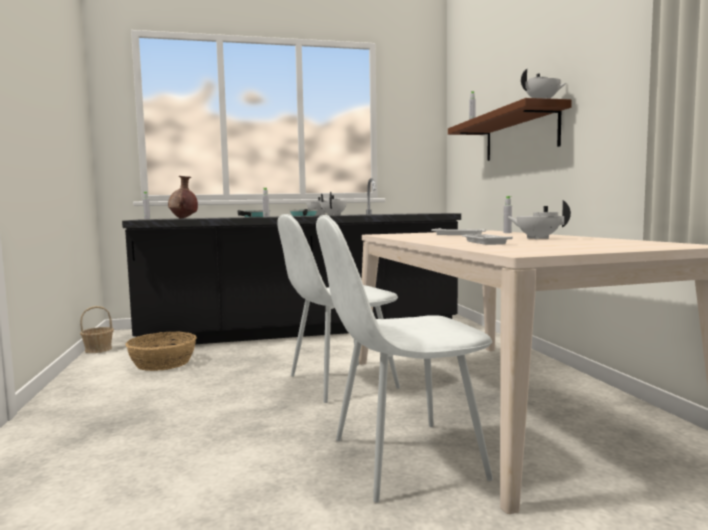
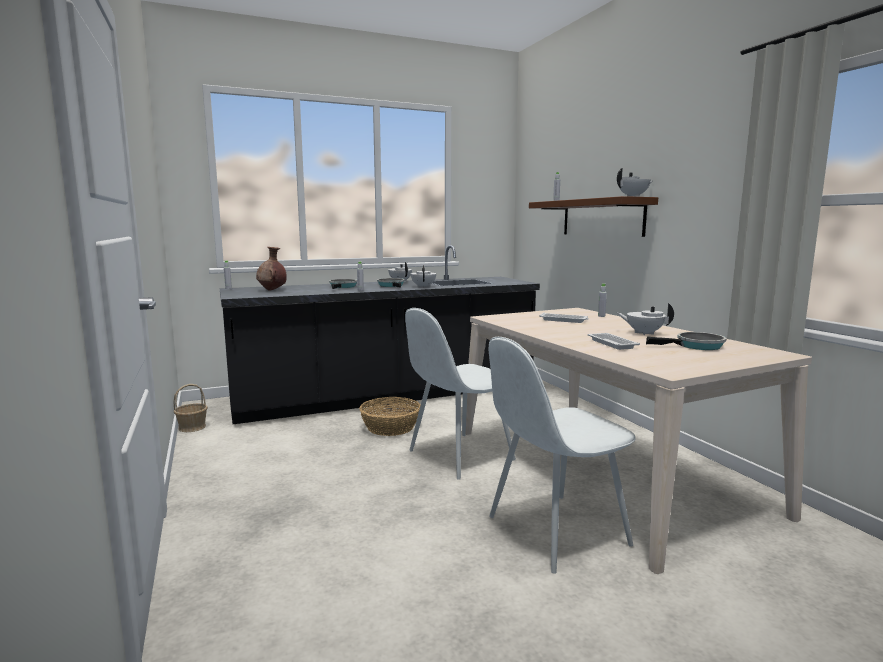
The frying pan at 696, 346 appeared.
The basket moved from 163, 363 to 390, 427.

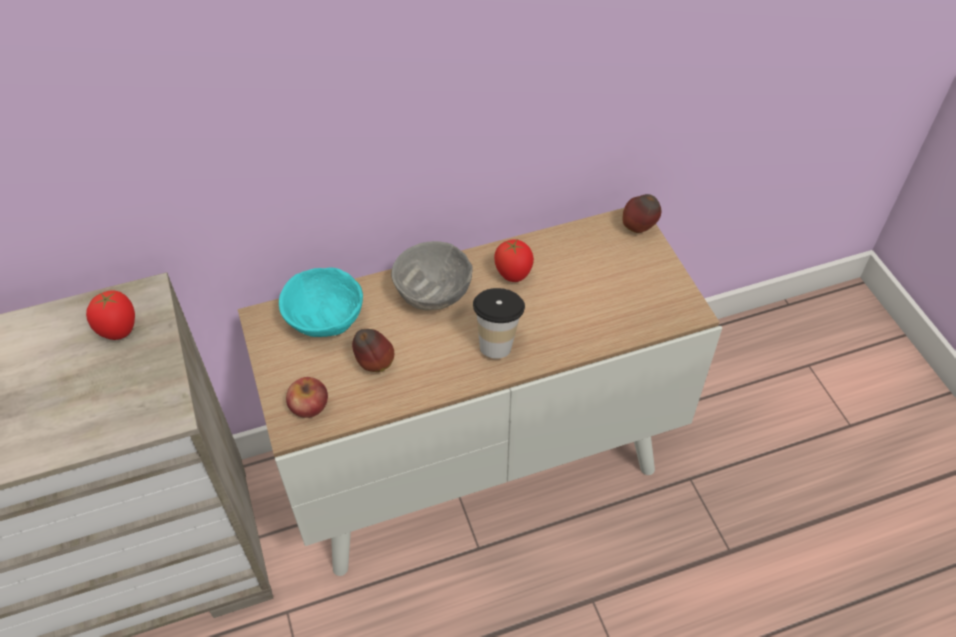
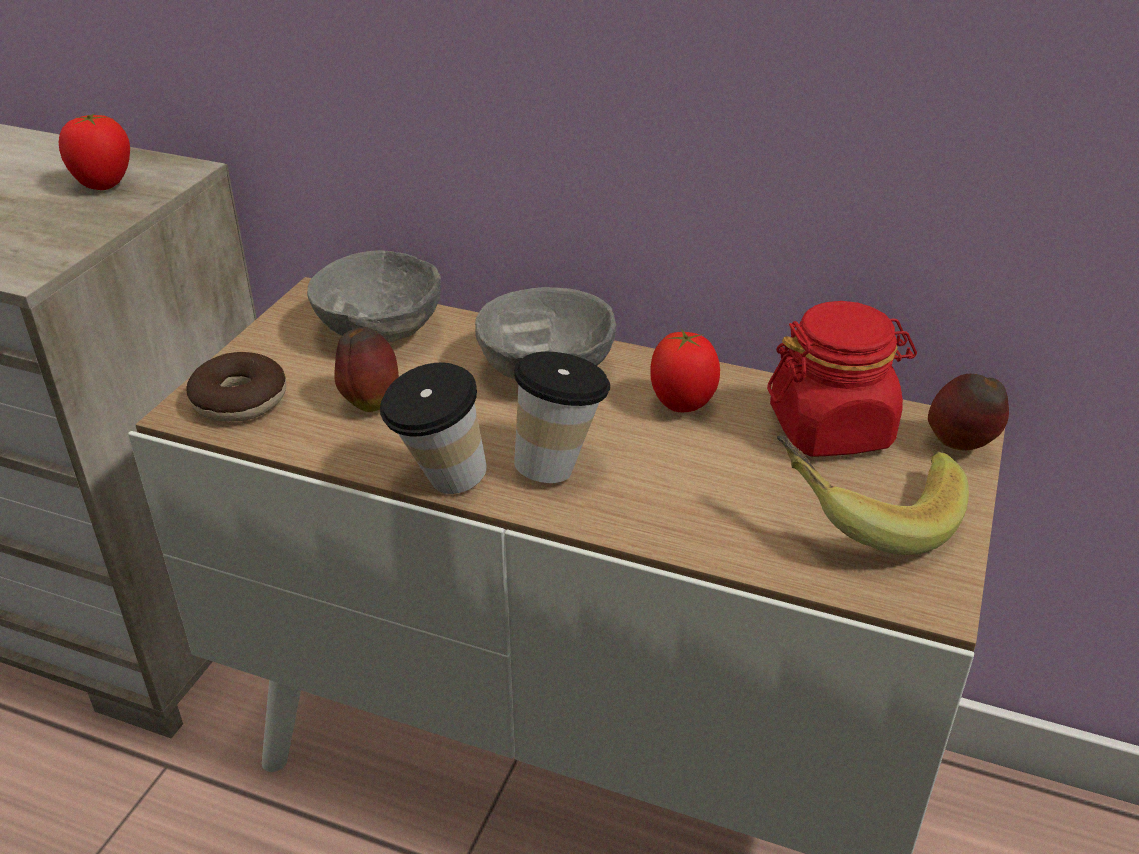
The cup at 439, 483 appeared.
The jar in red at 831, 428 appeared.
The banana at 865, 513 appeared.
The apple at 309, 405 was replaced by the donut at 239, 400.
The bowl in turquoise at 325, 318 became the bowl in grey at 380, 330.

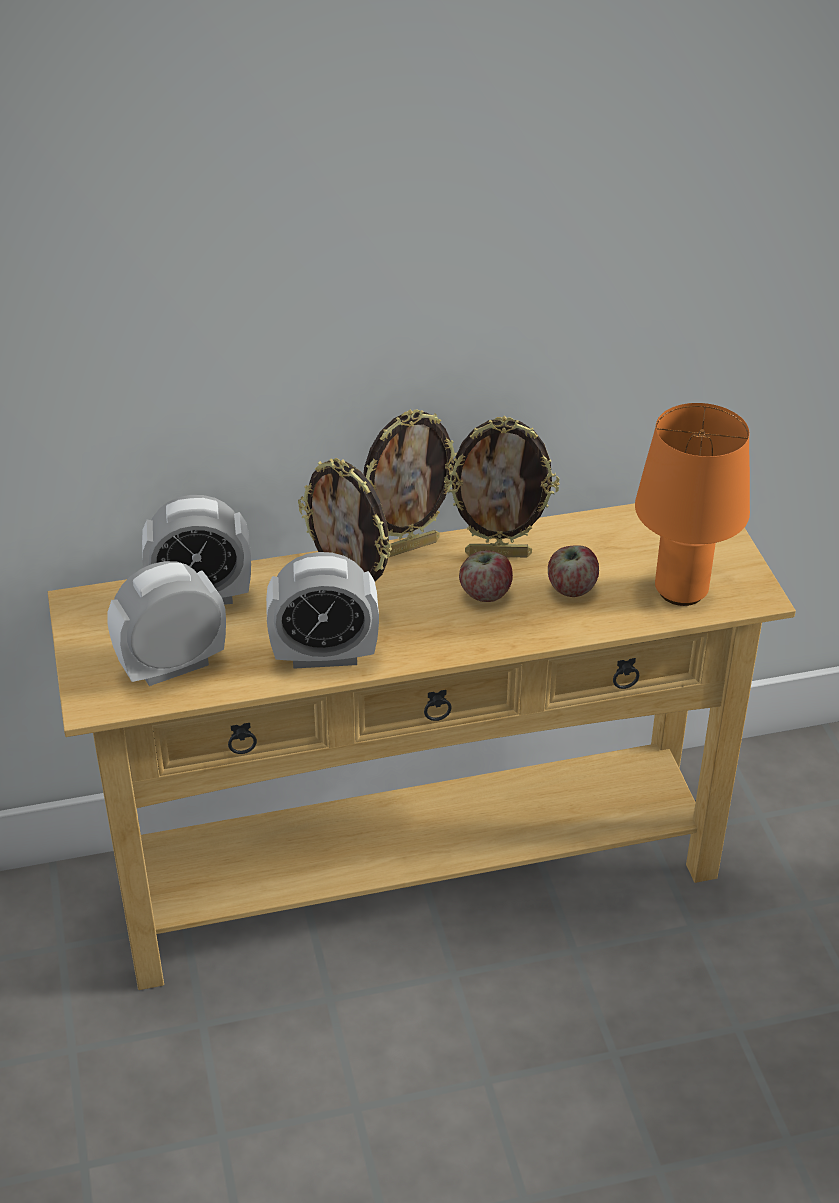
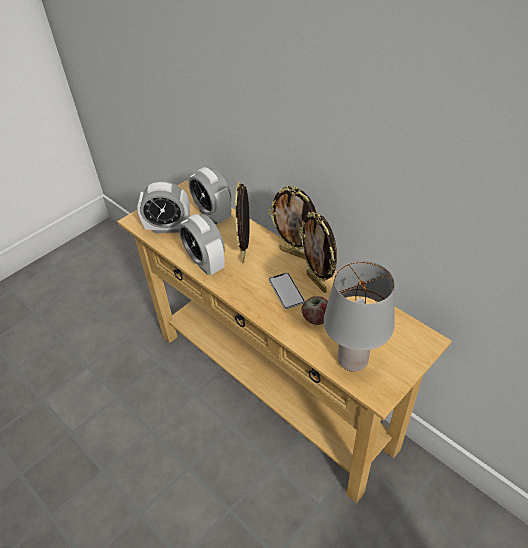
The apple at 485, 593 was replaced by the phone at 286, 291.
The table lamp in orange at 679, 591 became the table lamp in grey at 352, 359.
The alarm clock at 173, 666 turned 150 degrees clockwise.

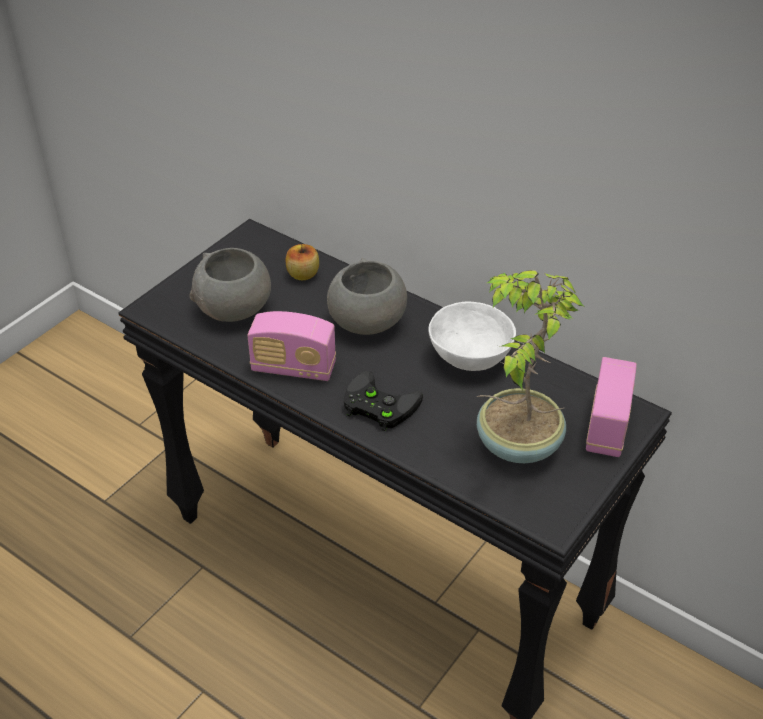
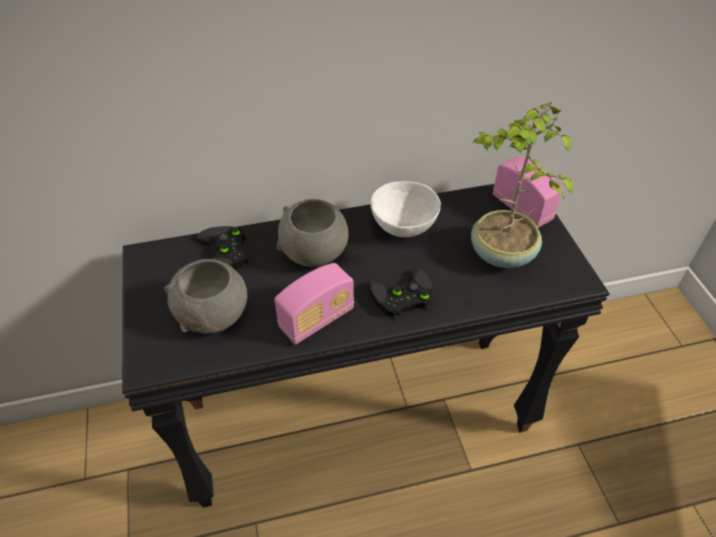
The apple at 303, 274 was replaced by the game controller in black at 225, 254.

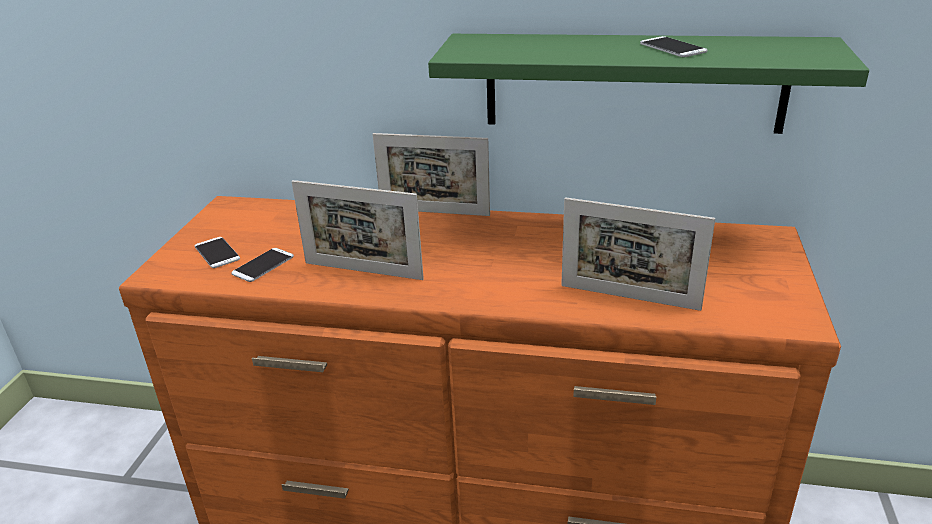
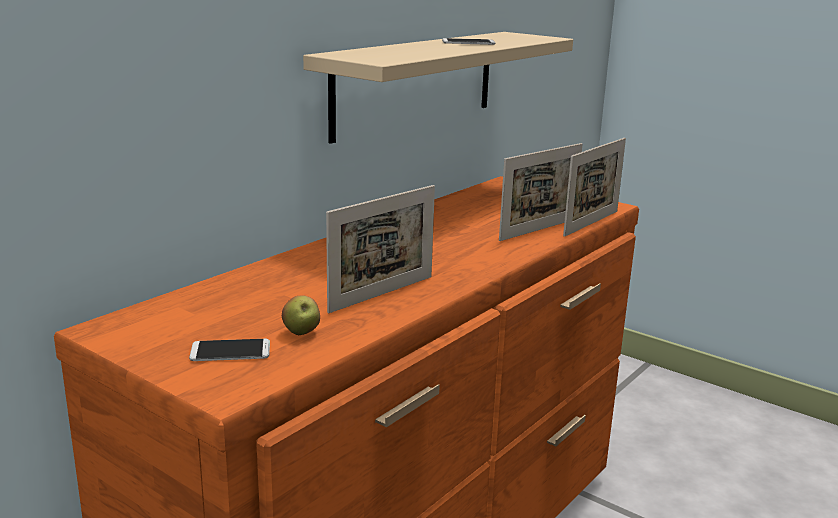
The picture frame moved from 434, 212 to 591, 223.
The phone at 263, 265 was replaced by the apple at 301, 332.
The shelf in green at 633, 82 became the shelf in beige at 416, 83.

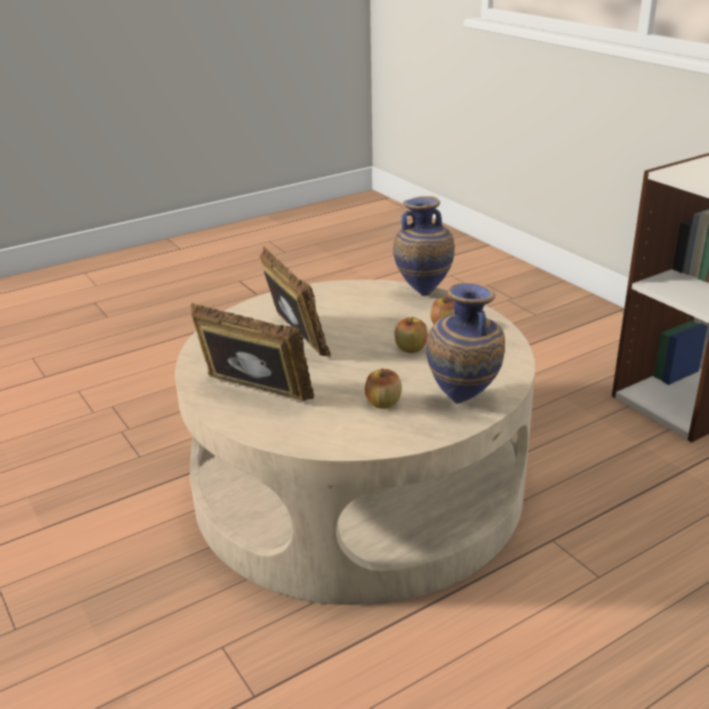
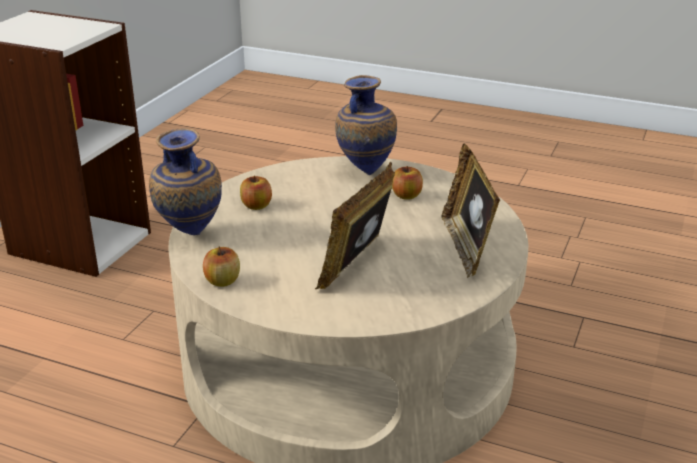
The apple moved from 410, 348 to 222, 281.

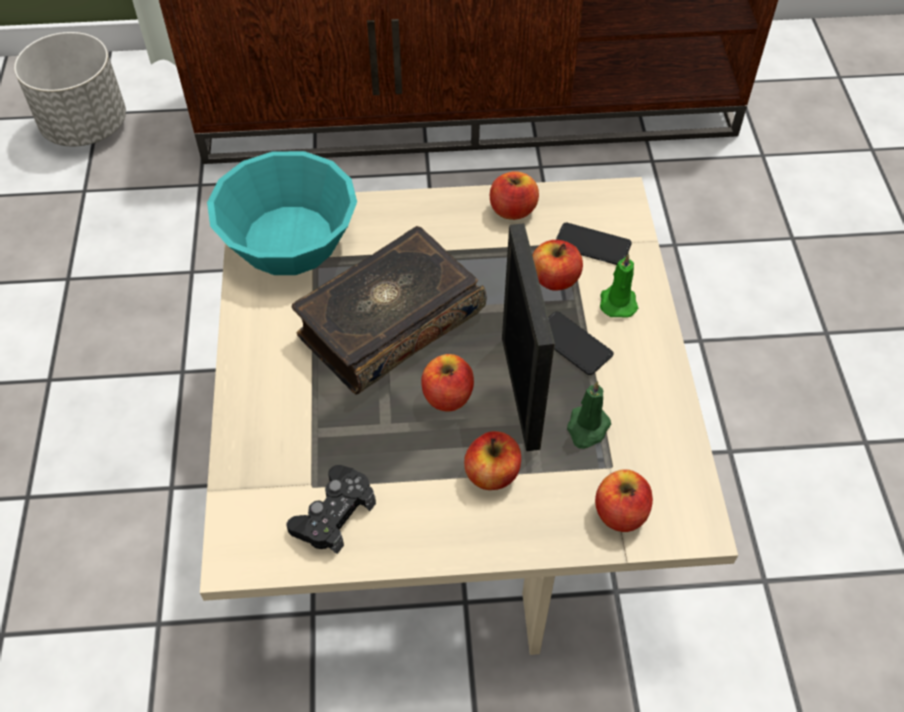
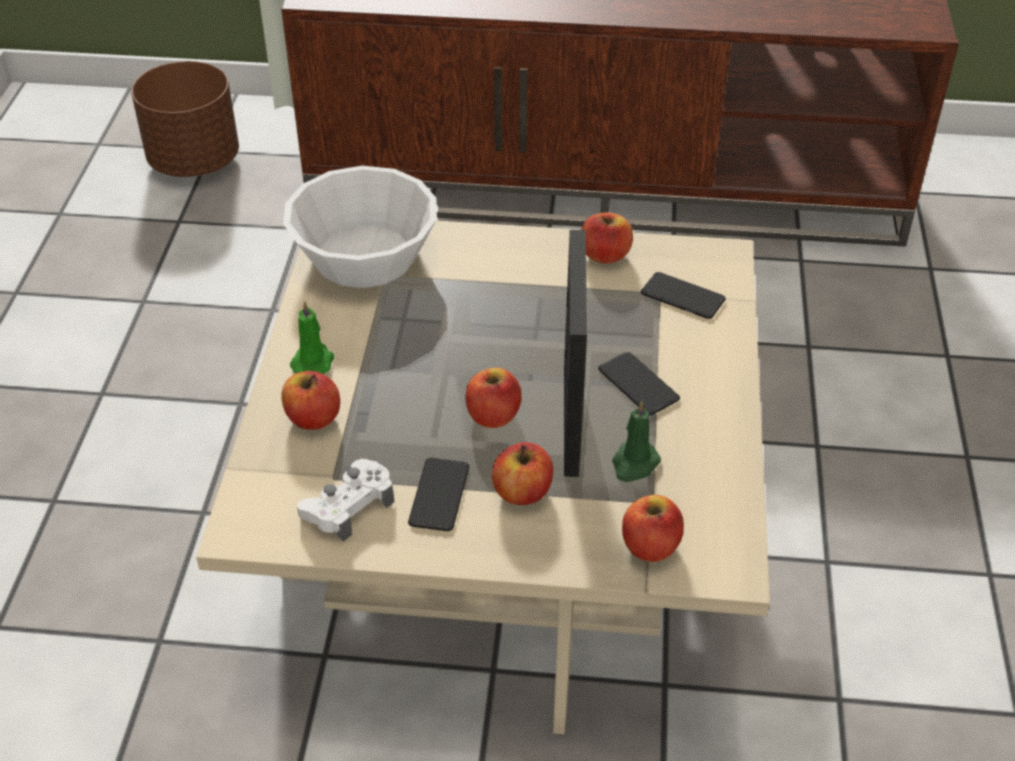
The book at 389, 322 disappeared.
The phone at 439, 495 appeared.
The apple moved from 554, 279 to 313, 418.
The candle in green moved from 617, 301 to 313, 361.
The planter in grey at 85, 126 became the planter in brown at 194, 161.
The bowl in turquoise at 289, 240 became the bowl in white at 364, 256.
The game controller in black at 333, 514 became the game controller in white at 348, 506.

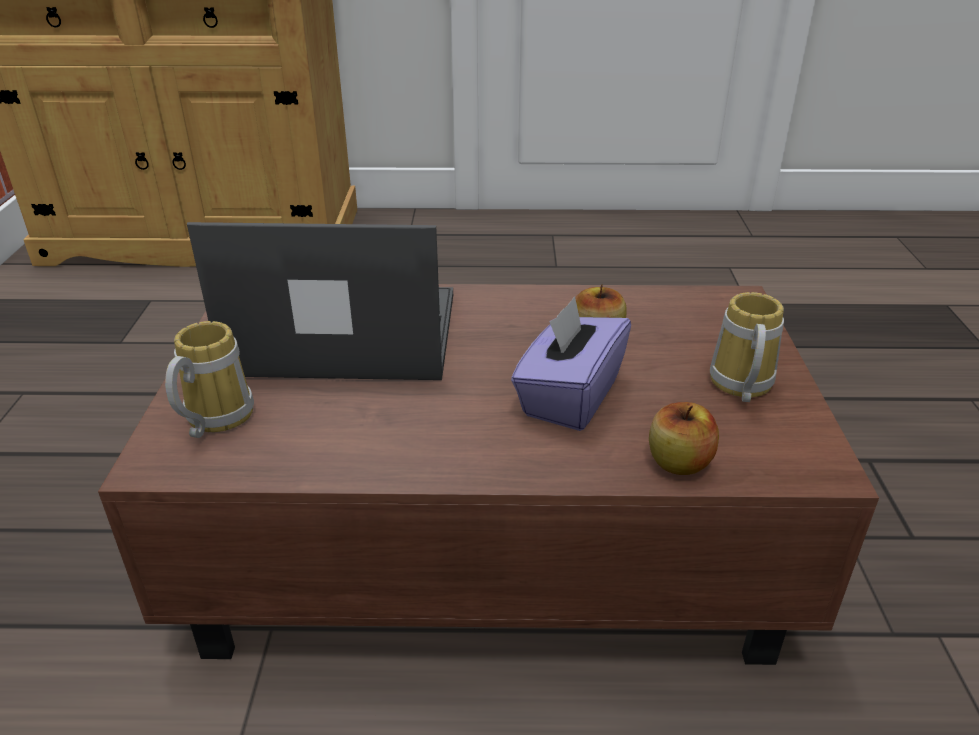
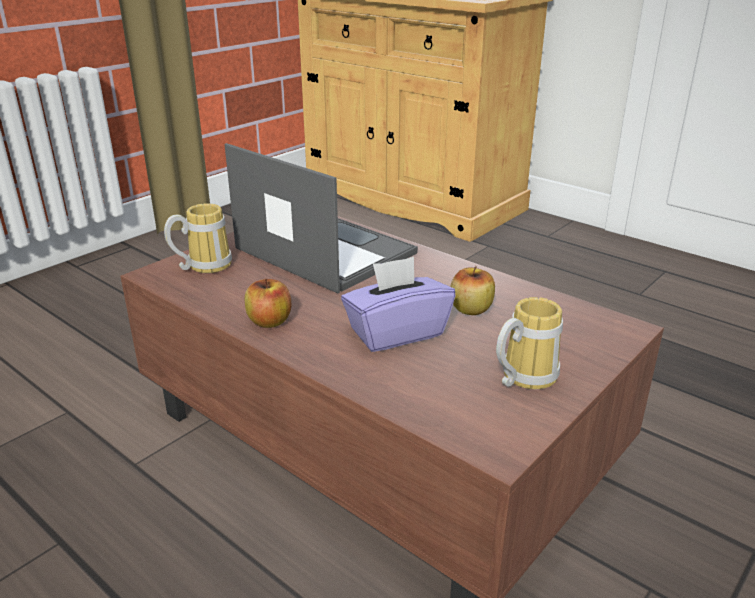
The apple moved from 679, 462 to 269, 321.

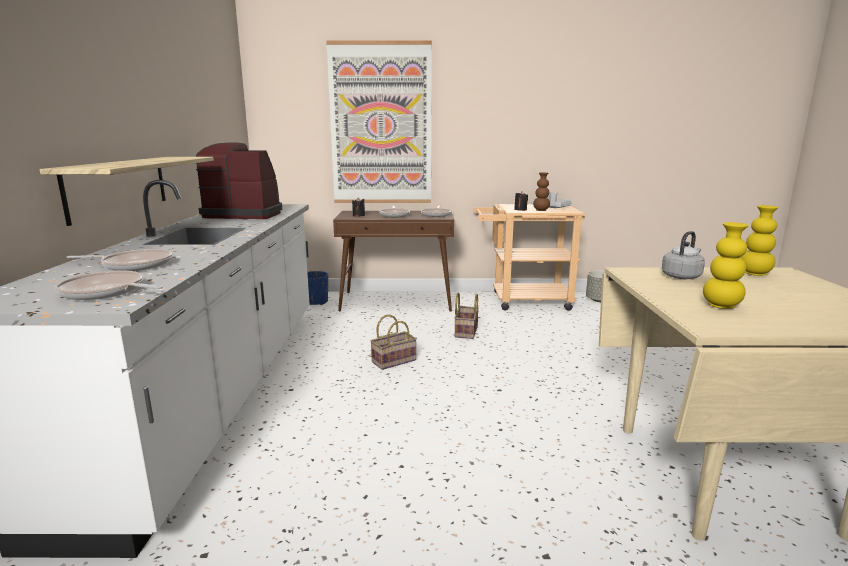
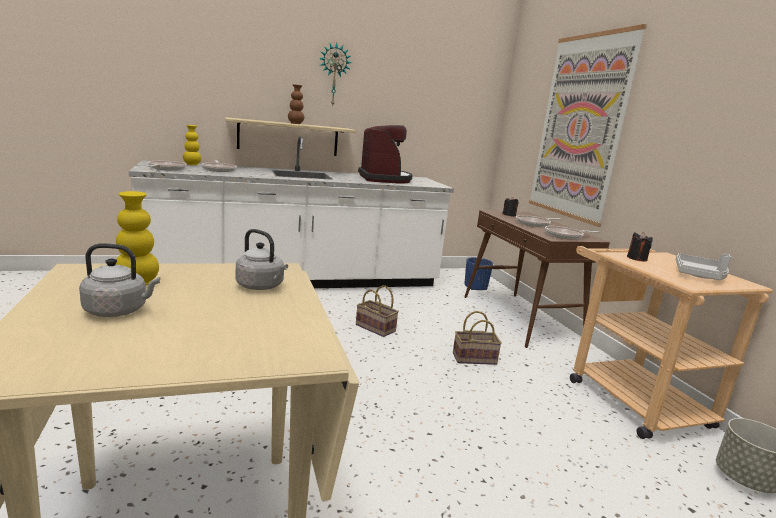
The kettle in grey at 119, 311 appeared.
The wall clock at 334, 75 appeared.
The vase in brown moved from 541, 210 to 295, 124.
The vase in yellow moved from 754, 274 to 192, 164.

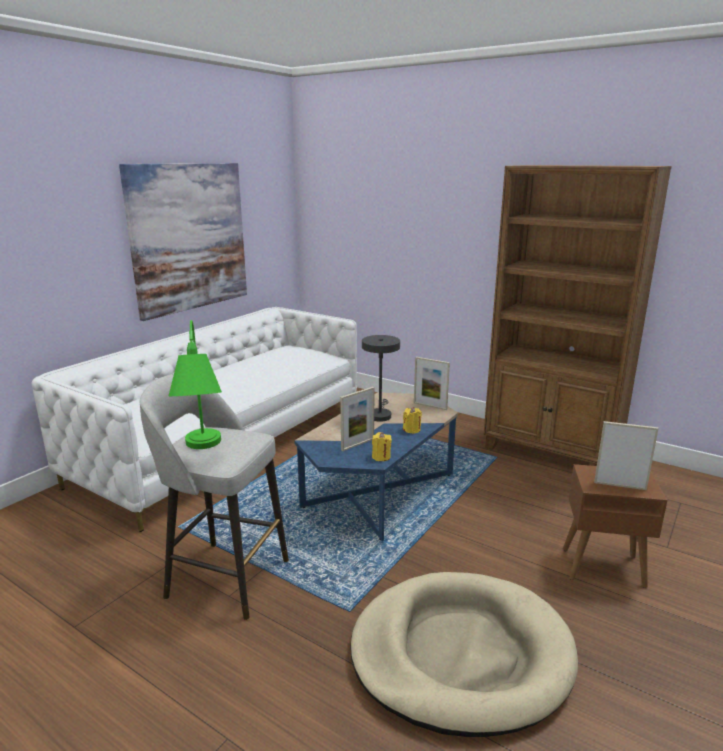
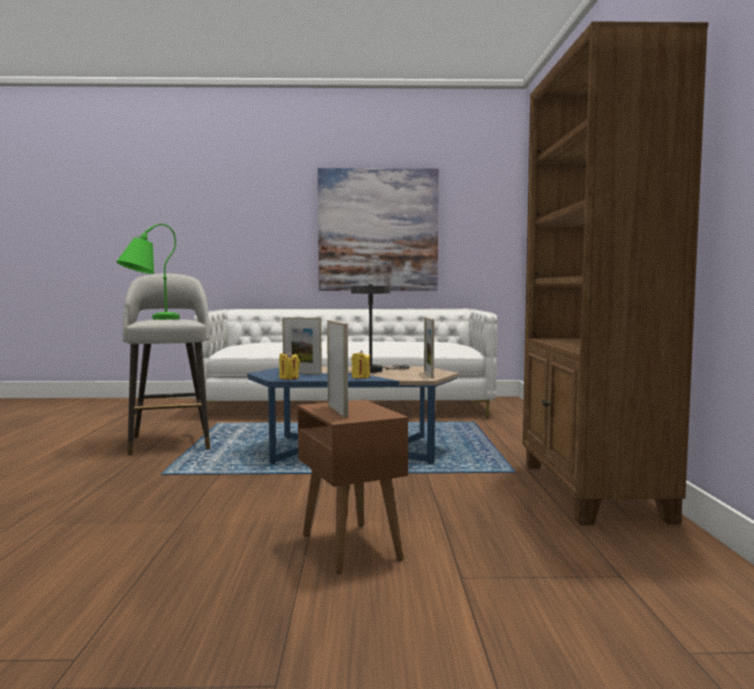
The dog bed in beige at 460, 654 disappeared.

